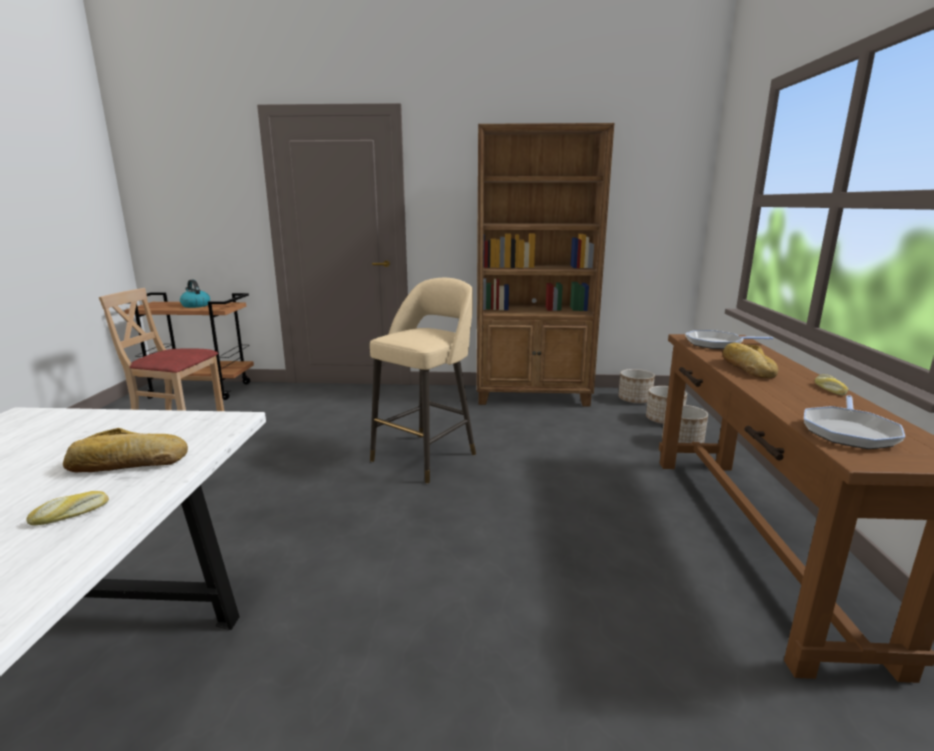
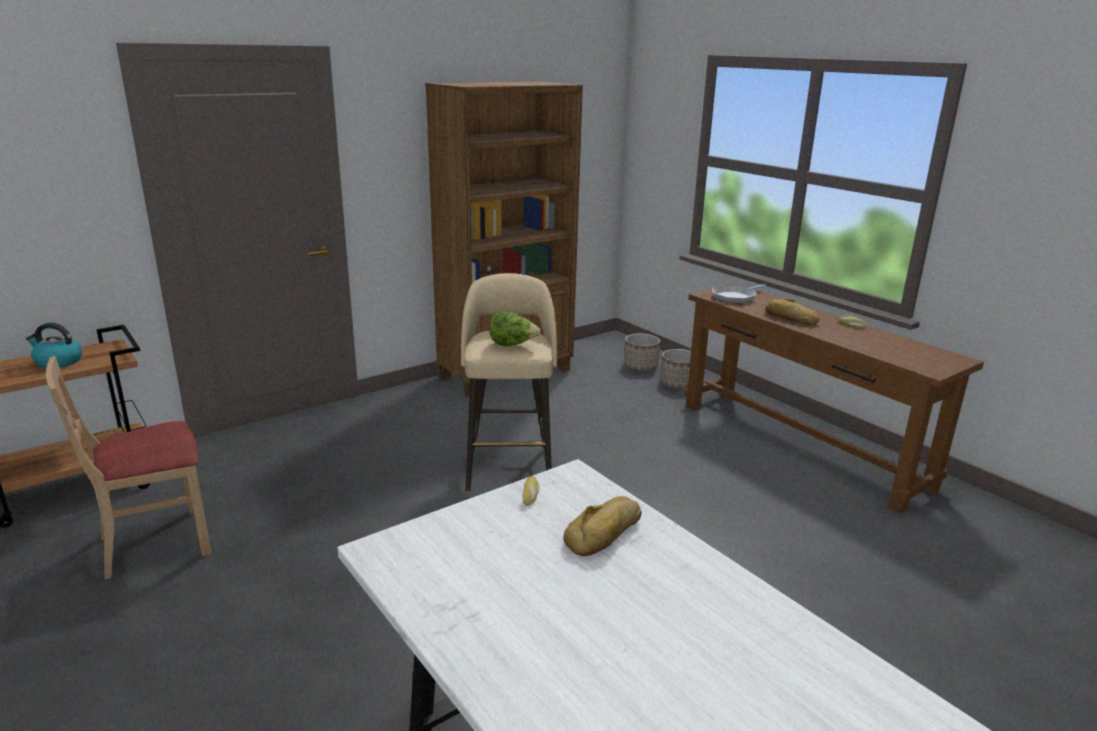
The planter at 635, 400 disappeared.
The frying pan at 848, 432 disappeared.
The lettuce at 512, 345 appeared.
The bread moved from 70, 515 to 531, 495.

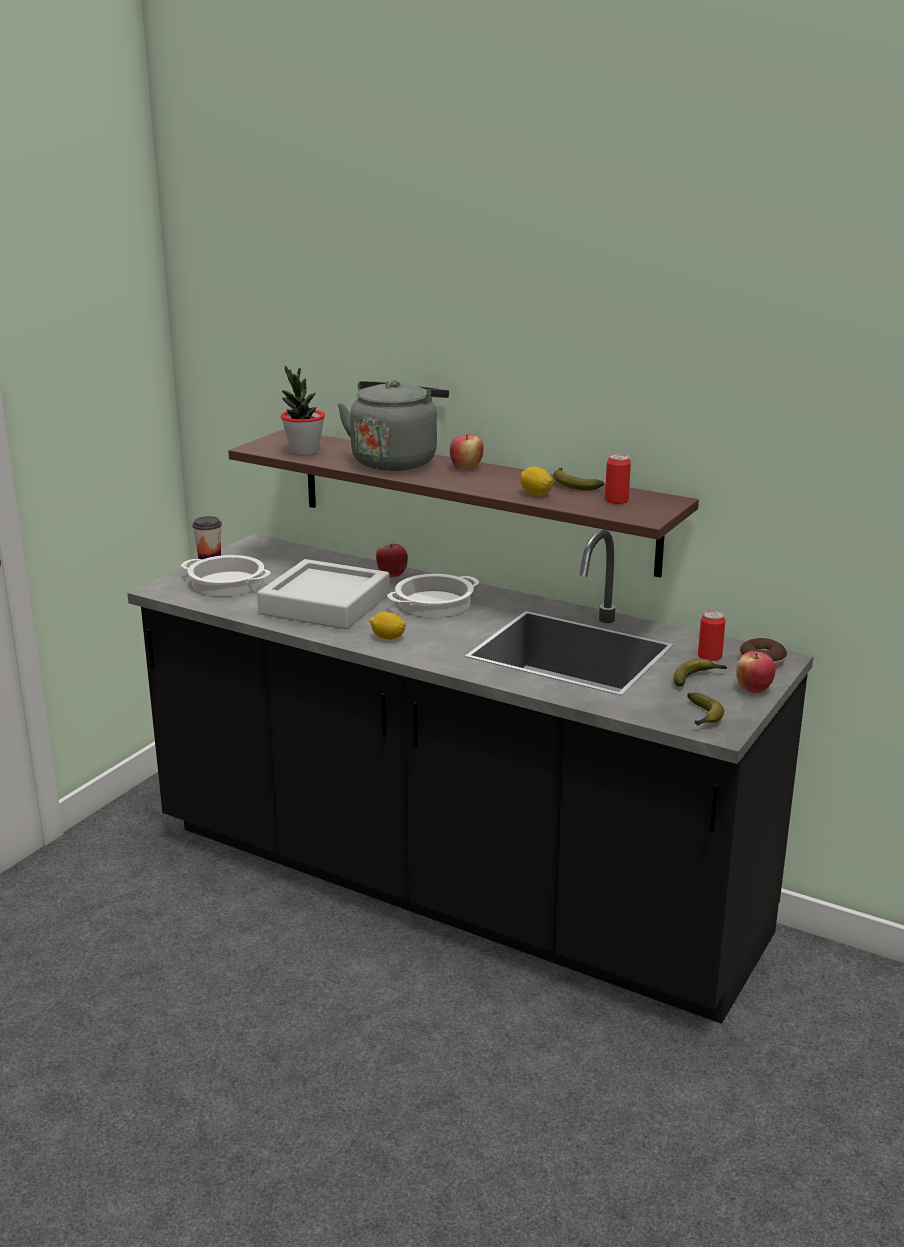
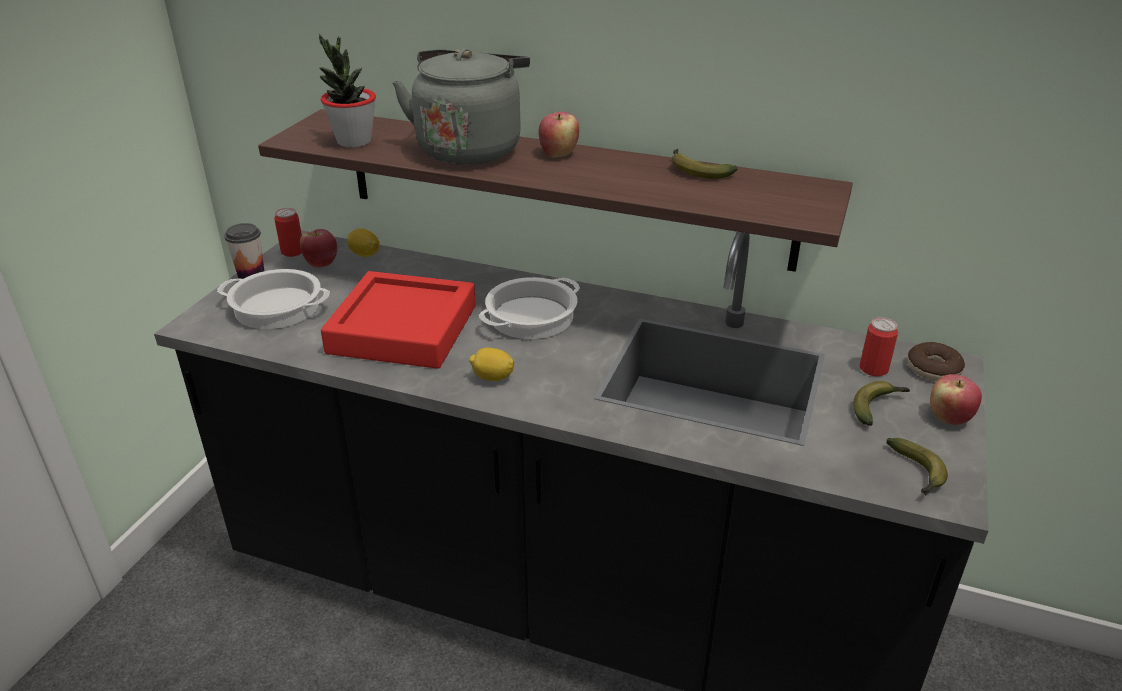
The apple moved from 392, 575 to 321, 264.
The lemon moved from 536, 494 to 364, 254.
The can moved from 616, 500 to 292, 251.
The tray in grey at 325, 604 became the tray in red at 403, 329.

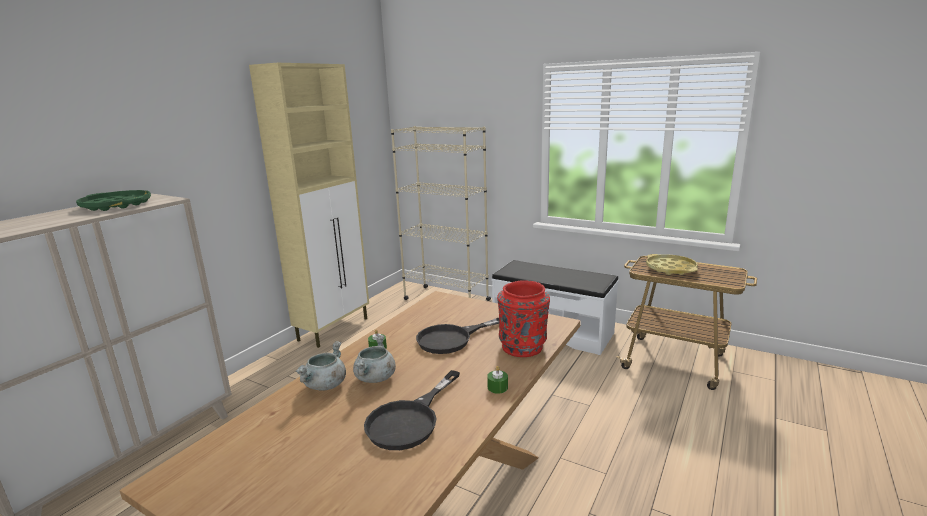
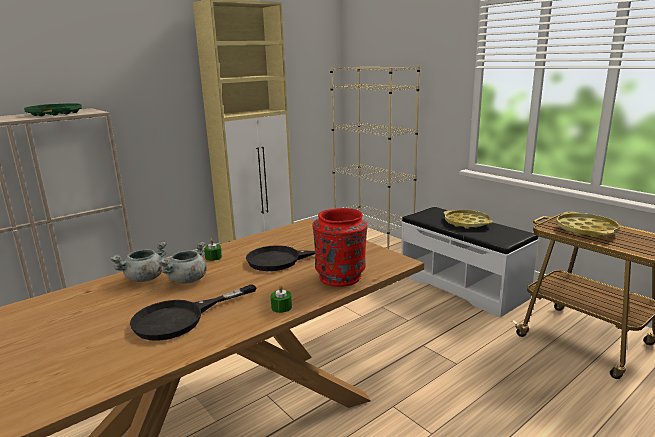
The tray in yellow at 466, 223 appeared.

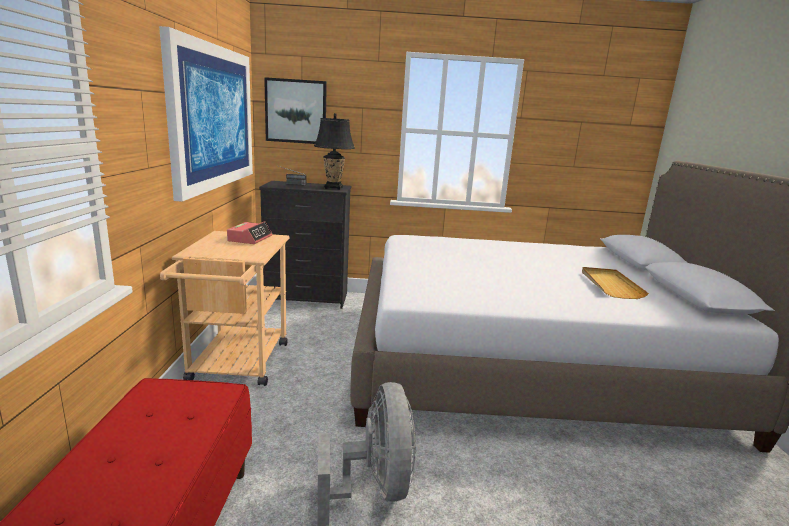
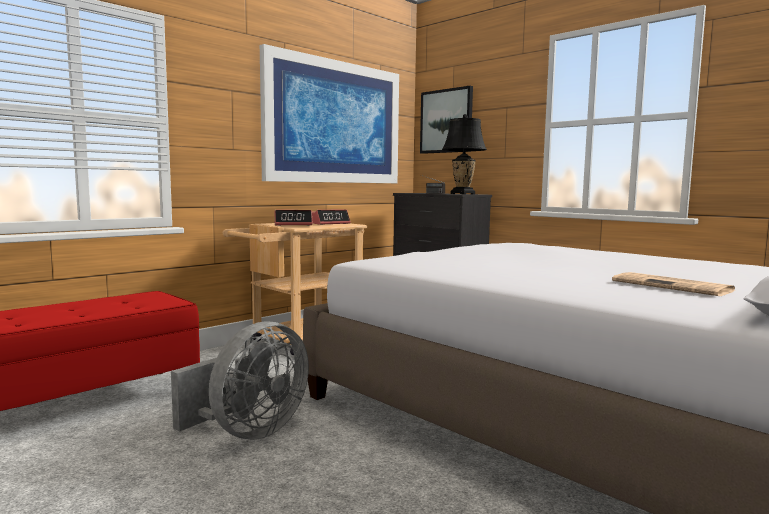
The alarm clock at 293, 224 appeared.
The tray in beige at 610, 285 was replaced by the newspaper at 673, 286.

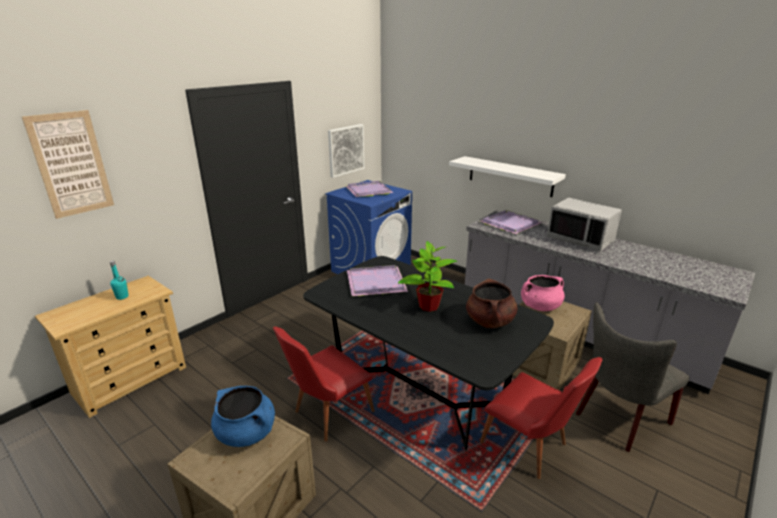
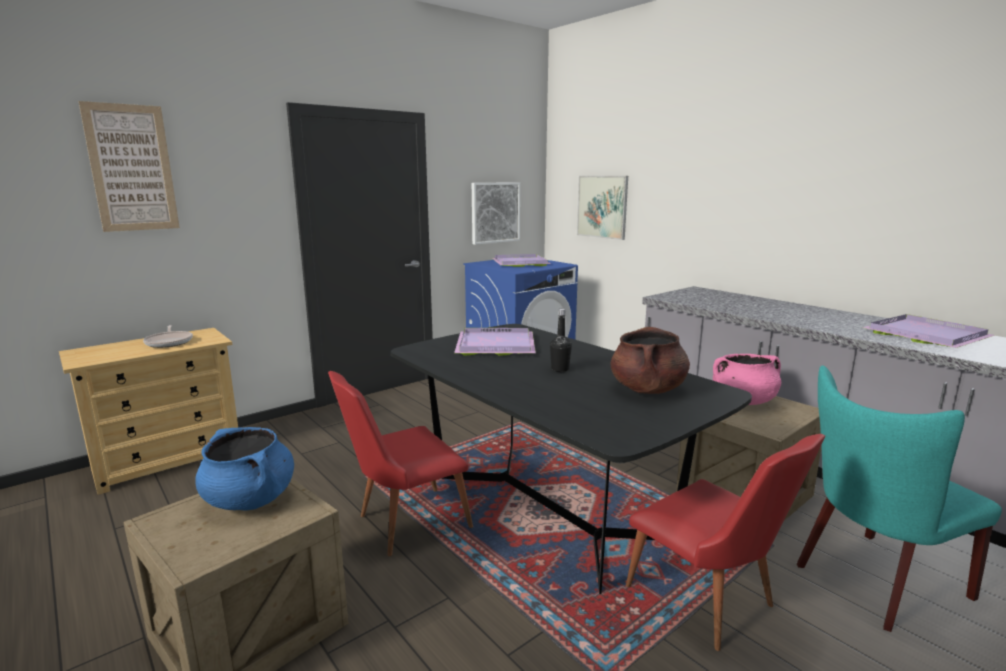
The shelf in white at 510, 176 disappeared.
The microwave in grey at 580, 239 disappeared.
The picture at 602, 206 appeared.
The tray in purple moved from 509, 224 to 923, 335.
The bottle in turquoise at 122, 297 was replaced by the frying pan at 169, 342.
The potted plant at 428, 306 was replaced by the bottle in black at 560, 369.
The chair in grey at 618, 420 became the chair in turquoise at 873, 582.

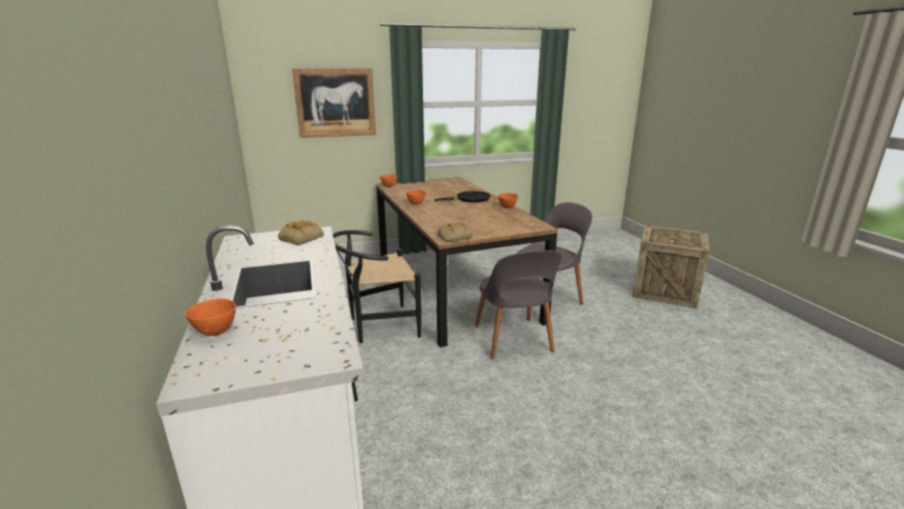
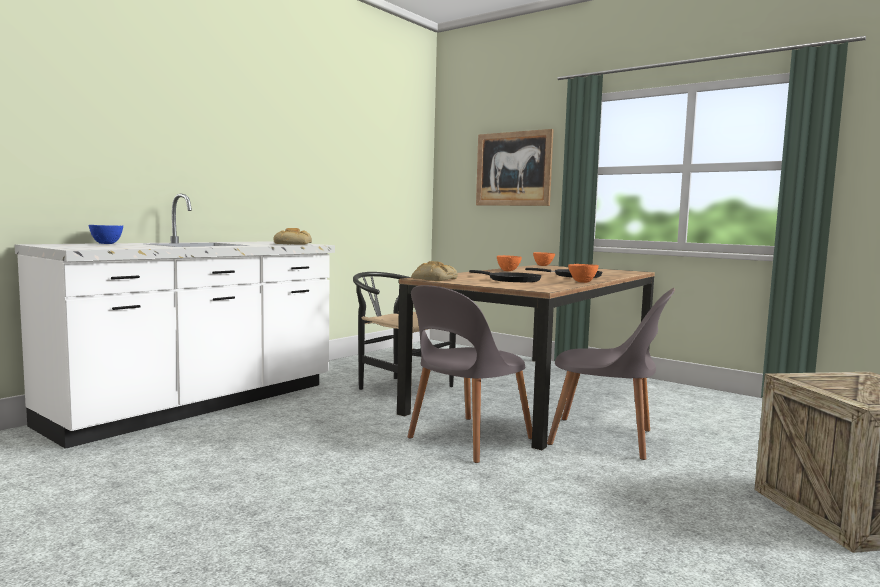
The frying pan in black at 511, 280 appeared.
The bowl in orange at 215, 332 became the bowl in blue at 106, 243.

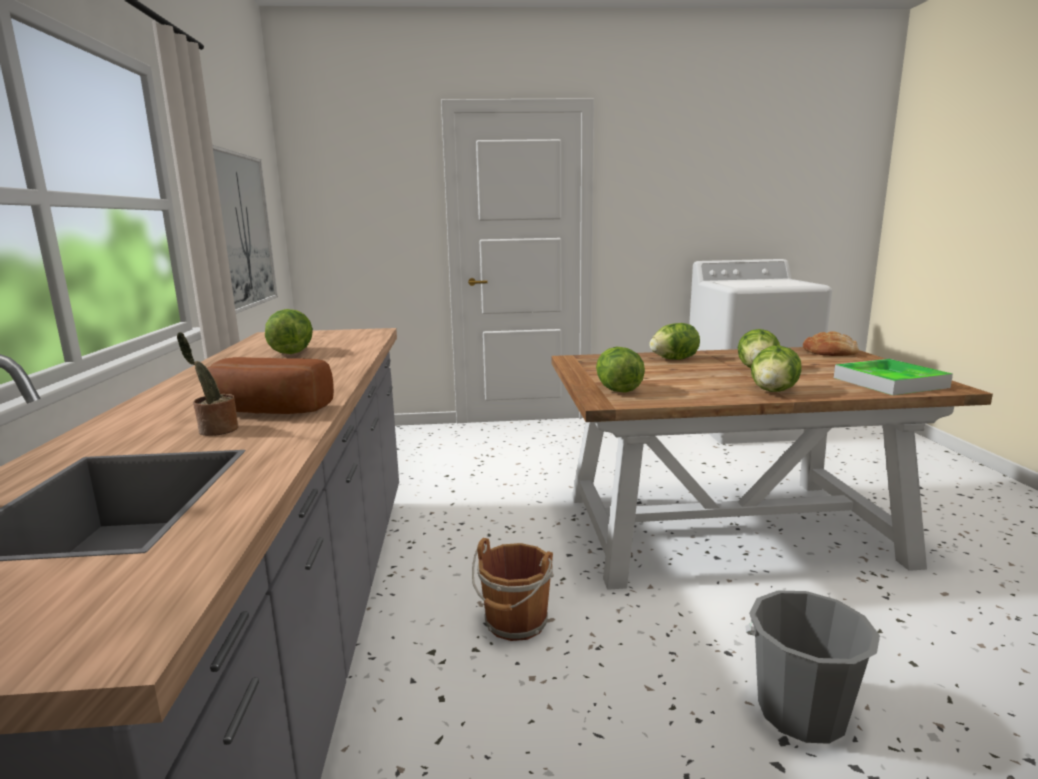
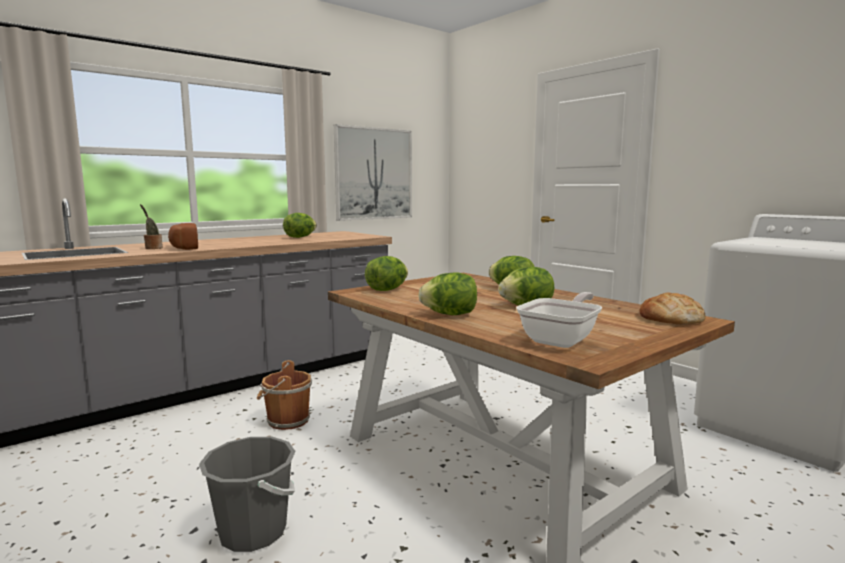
The tray at 889, 382 was replaced by the frying pan at 562, 340.

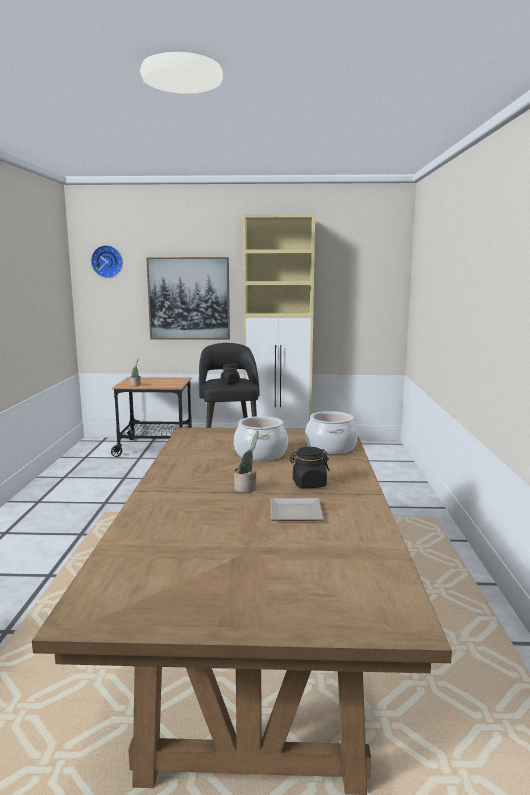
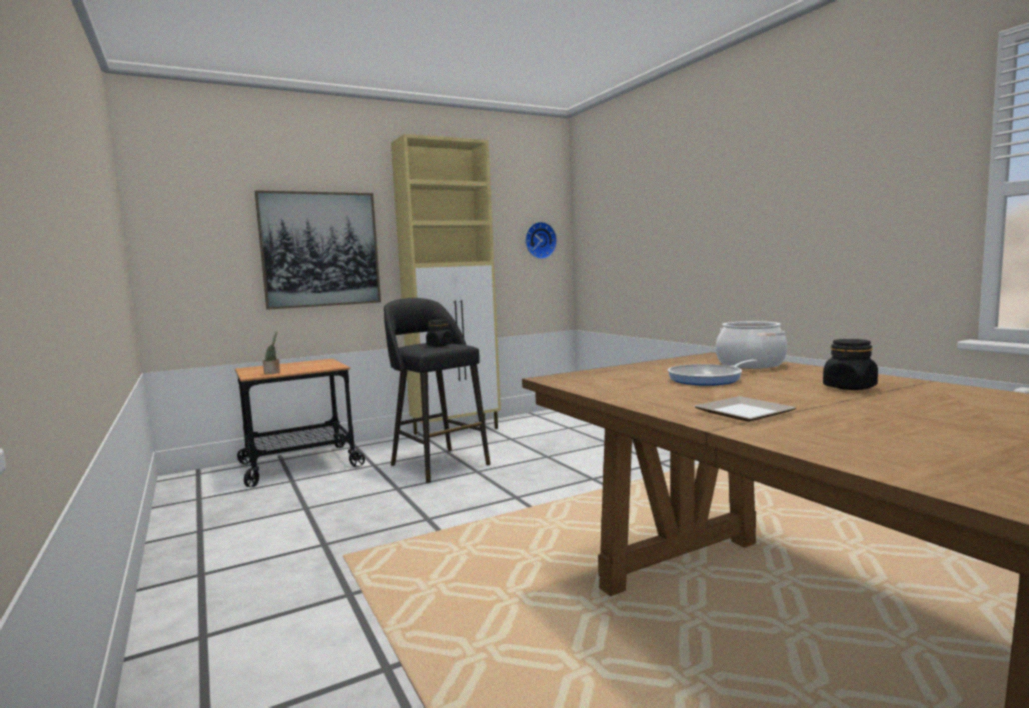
The potted plant at 246, 488 disappeared.
The wall clock moved from 107, 261 to 539, 240.
The plate moved from 297, 512 to 743, 412.
The cooking pot at 261, 454 was replaced by the frying pan at 708, 379.

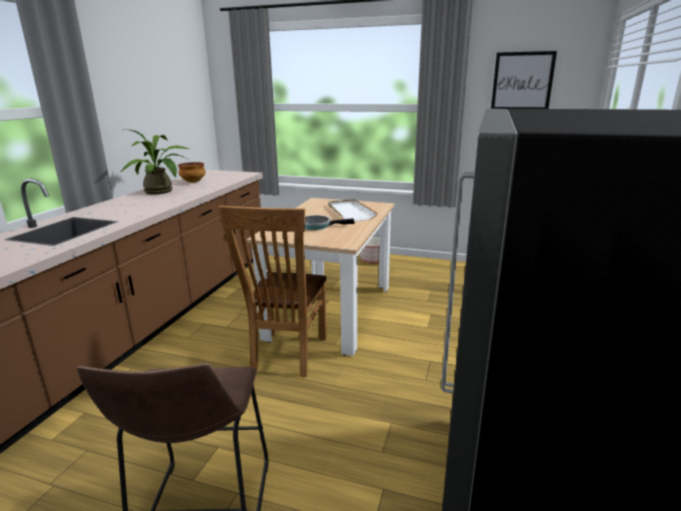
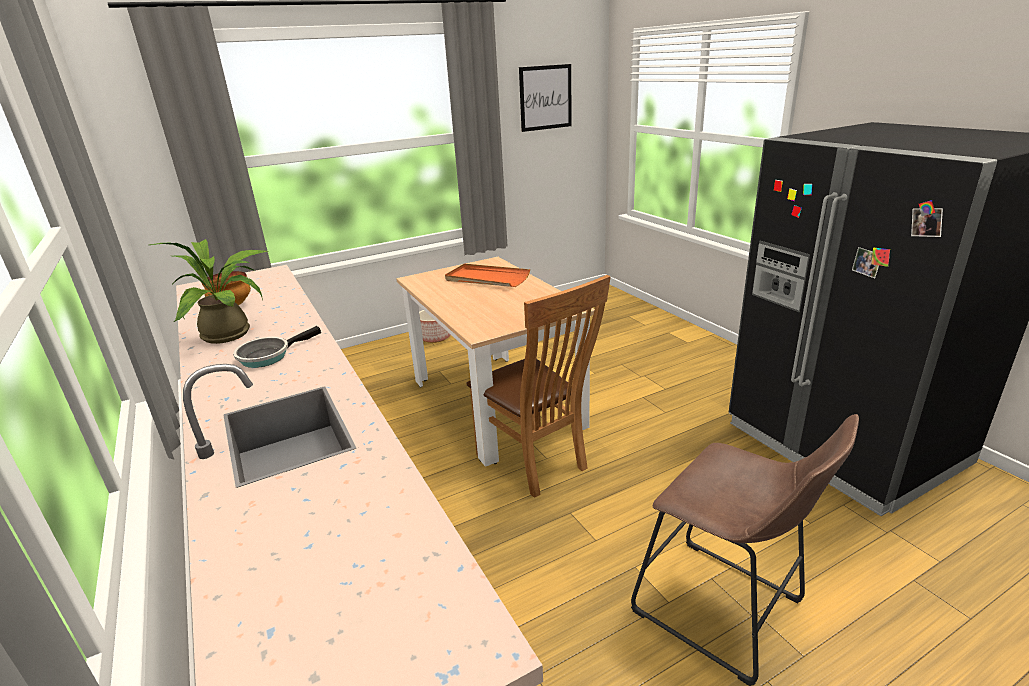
The frying pan moved from 318, 226 to 268, 356.
The tray in white at 350, 212 became the tray in orange at 487, 279.

